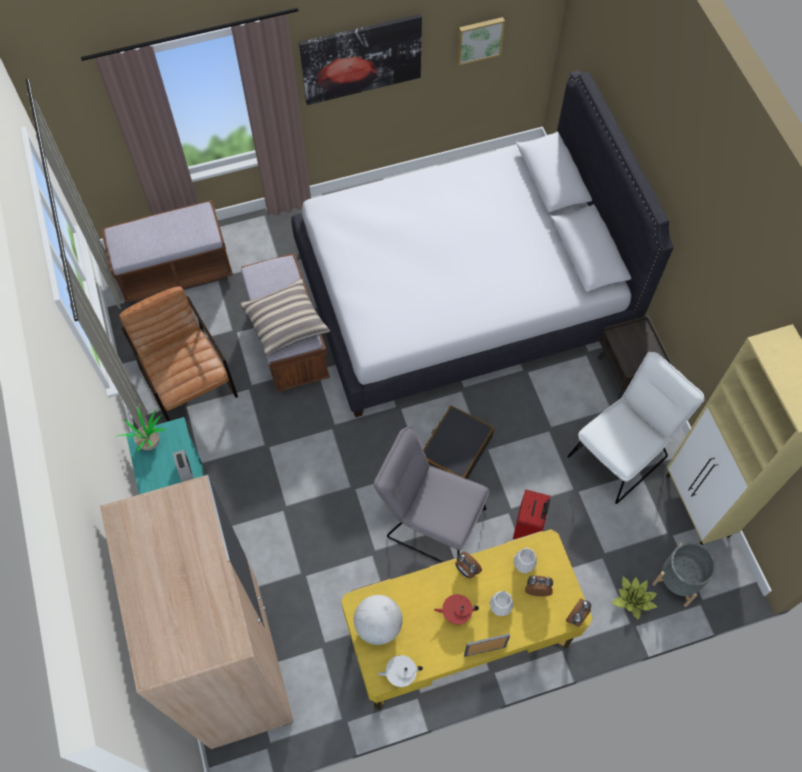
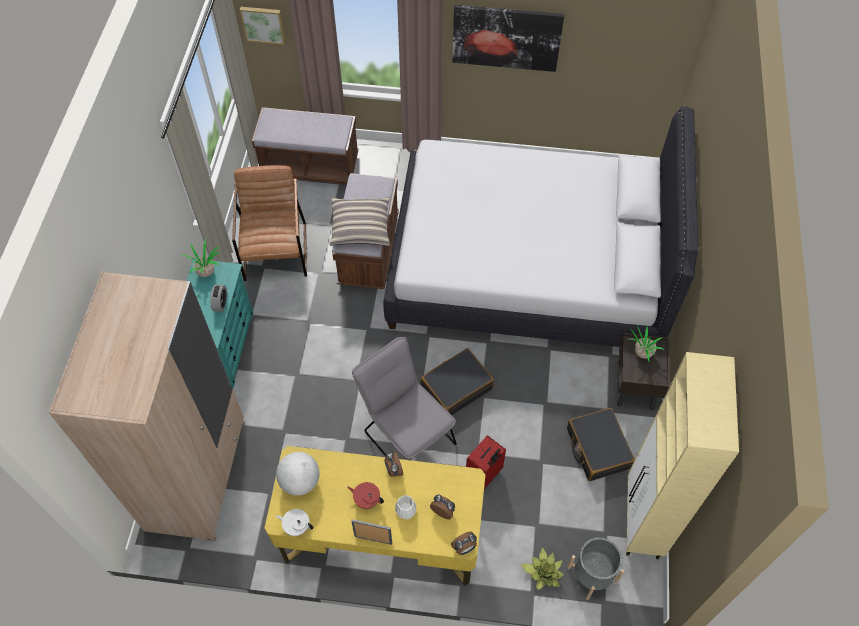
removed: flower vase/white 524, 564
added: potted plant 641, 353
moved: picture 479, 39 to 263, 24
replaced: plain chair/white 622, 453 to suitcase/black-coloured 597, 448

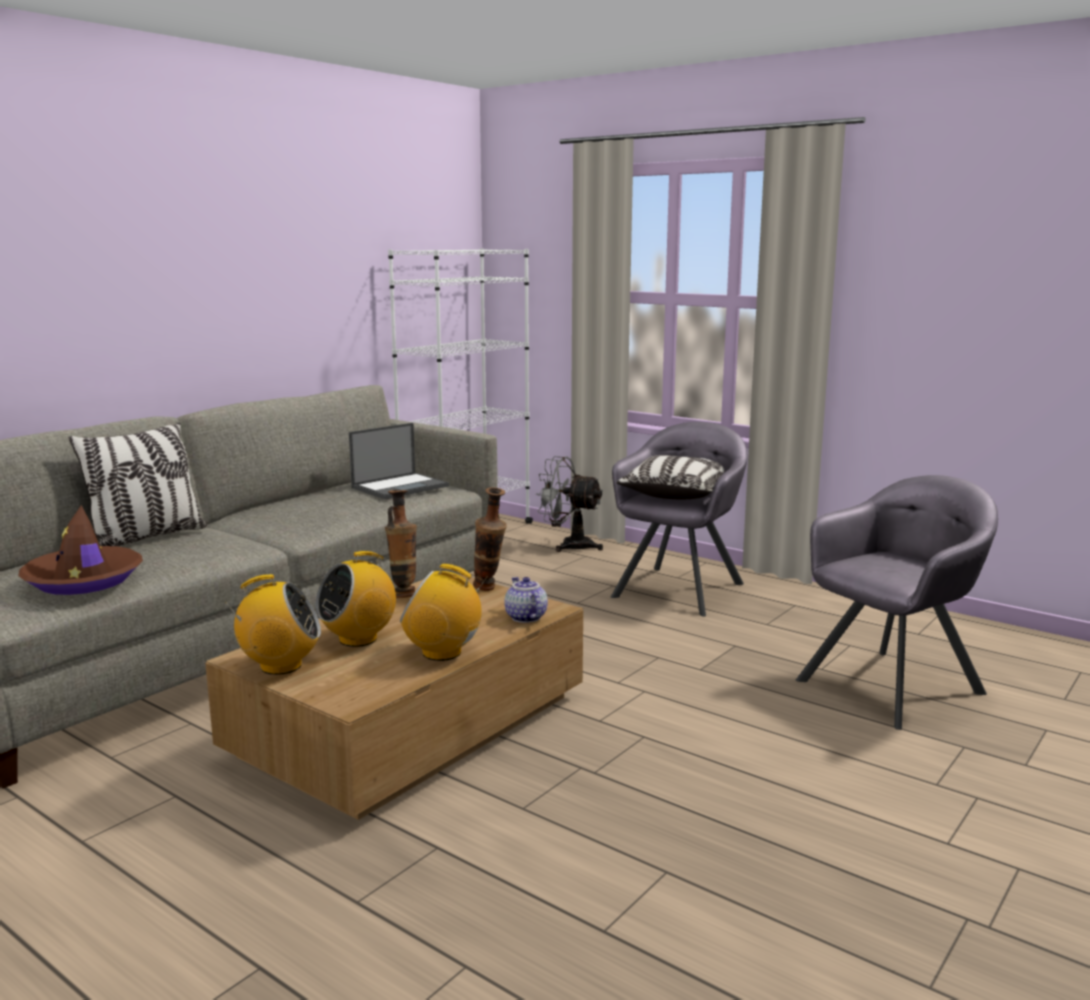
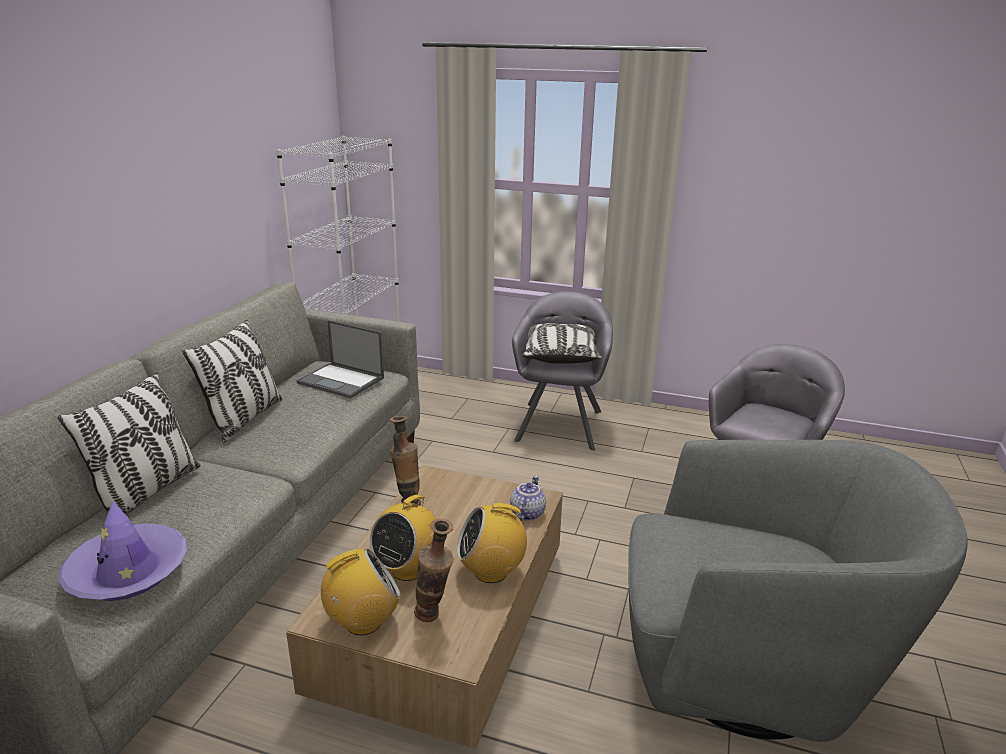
removed: fan/greyish 569, 545
added: throw pillow 244, 419; lounge chair/greyish 749, 669
moved: flower vase 489, 589 to 434, 617
recoloured: wearable hat/brown-coloured 84, 580 to wearable hat/purplish 128, 572
turned: notebook computer 400, 486 = 342, 381 90 degrees clockwise; tea pot 524, 617 = 526, 513 60 degrees clockwise

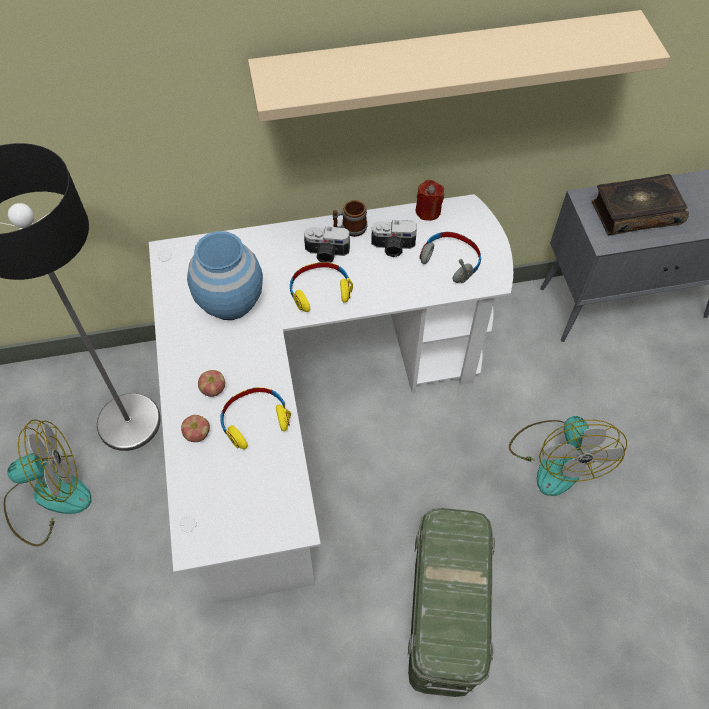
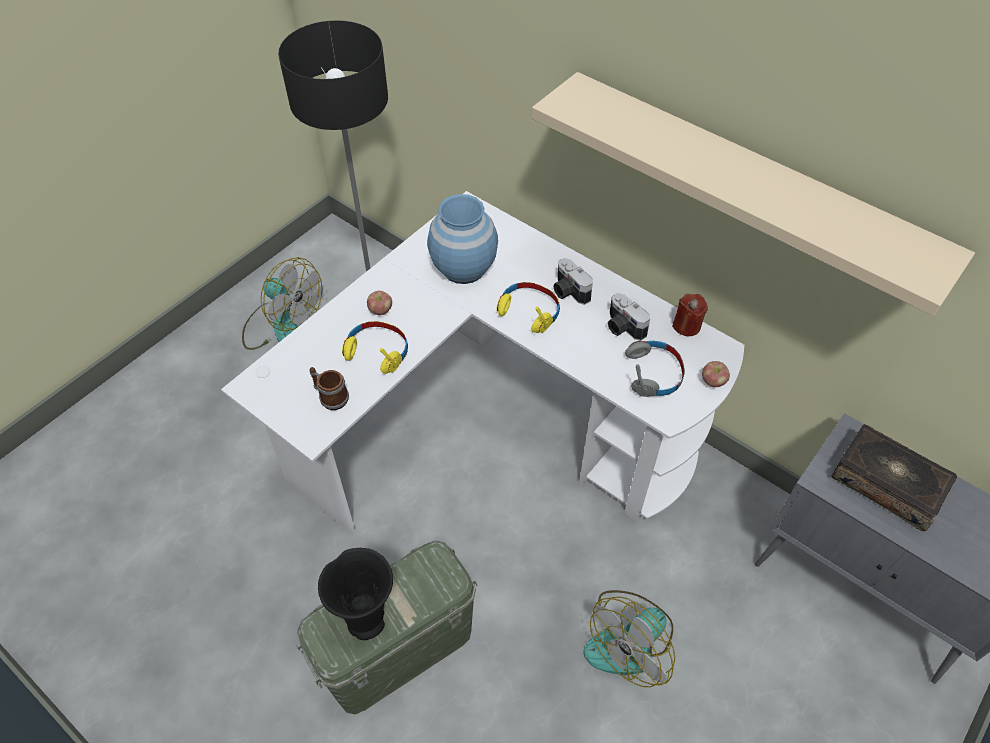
added: flower vase/black-coloured 367, 619
moved: tea mug 349, 229 to 330, 397; apple 197, 434 to 713, 381

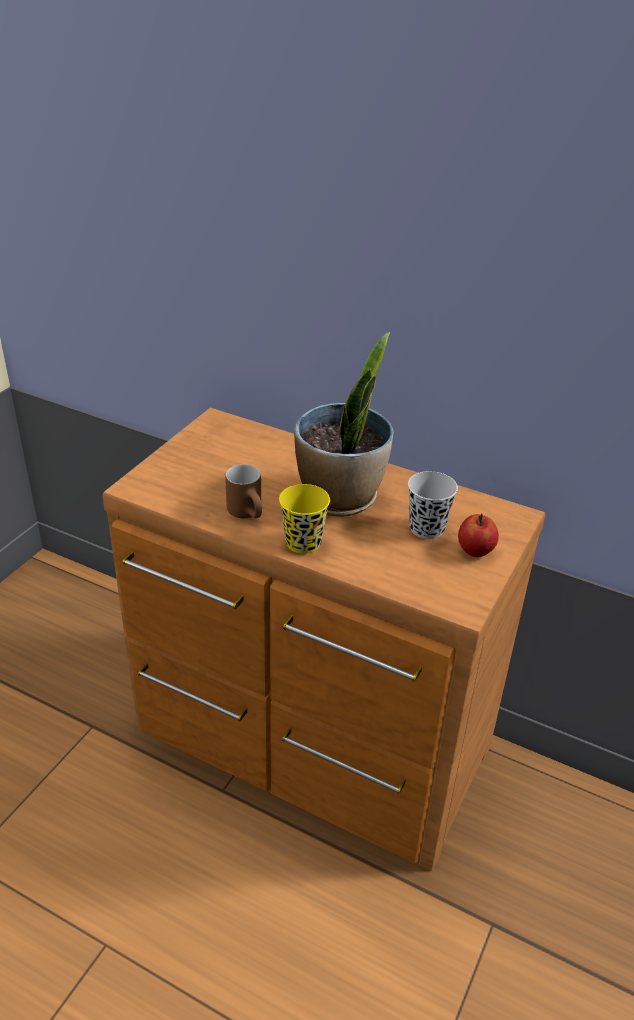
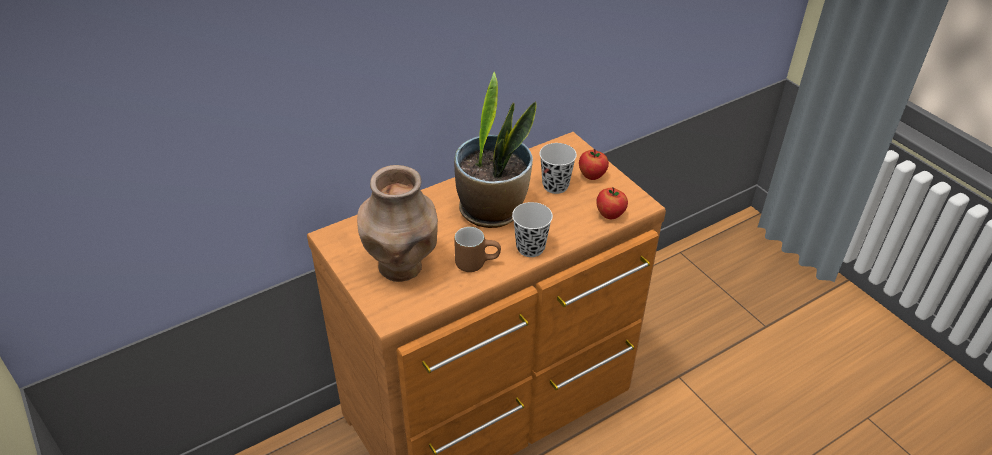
added: flower vase/brown-coloured 401, 267; apple 610, 215
recoloured: cup/yellow 303, 543 to cup/black-coloured 530, 248

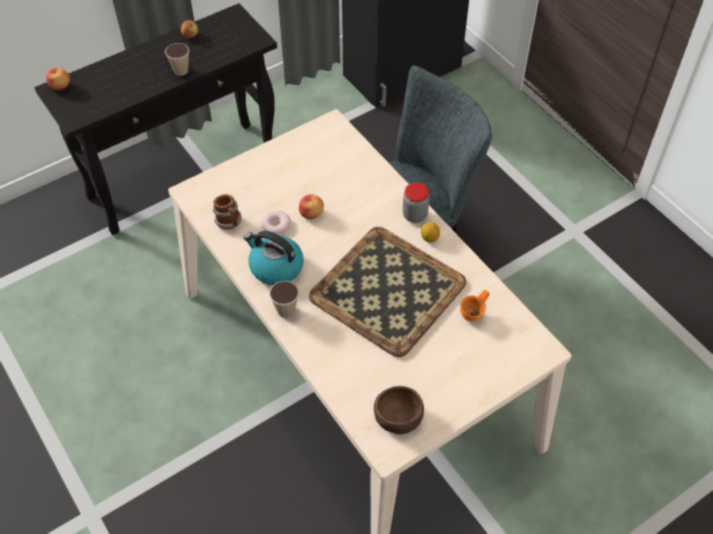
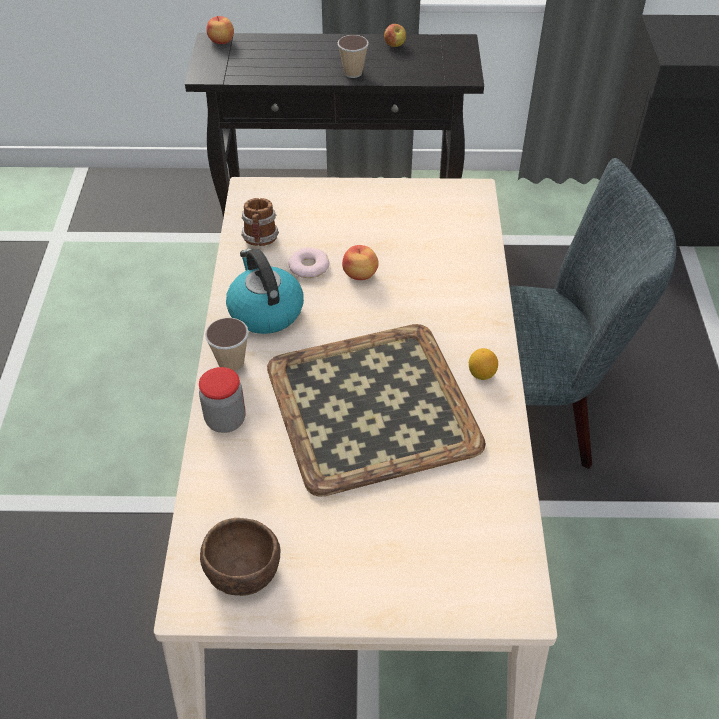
removed: tea mug/orangey 473, 315
moved: preserve jar 414, 215 to 225, 420

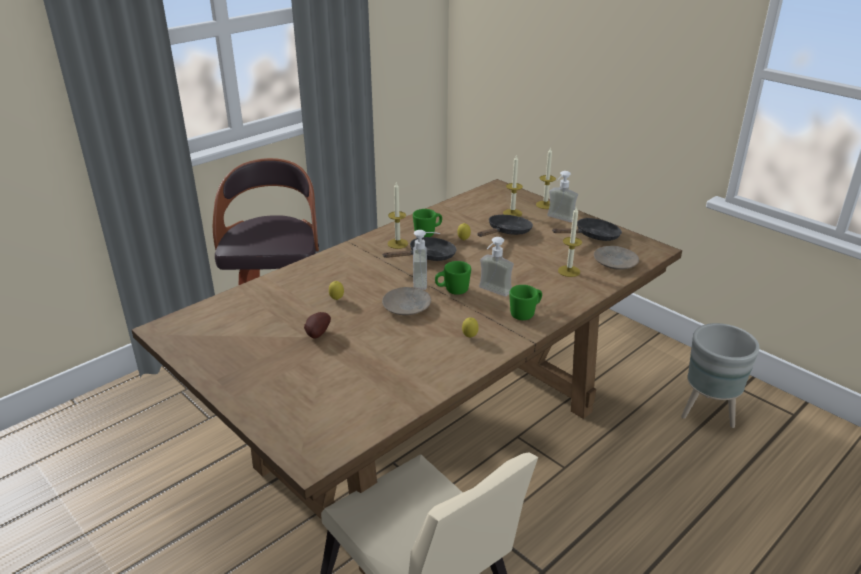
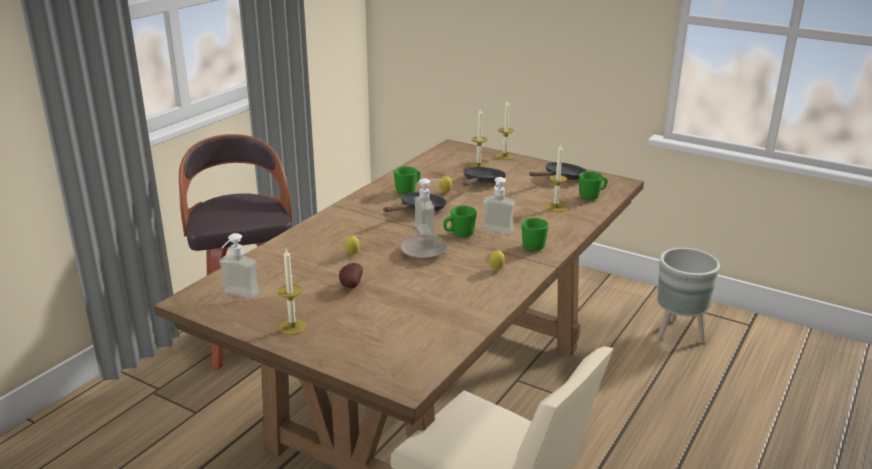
moved: liquid soap bottle 558, 219 to 237, 296; wax candle 397, 243 to 292, 327
replaced: flat dish/beige 615, 262 to tea mug/greenish 592, 196

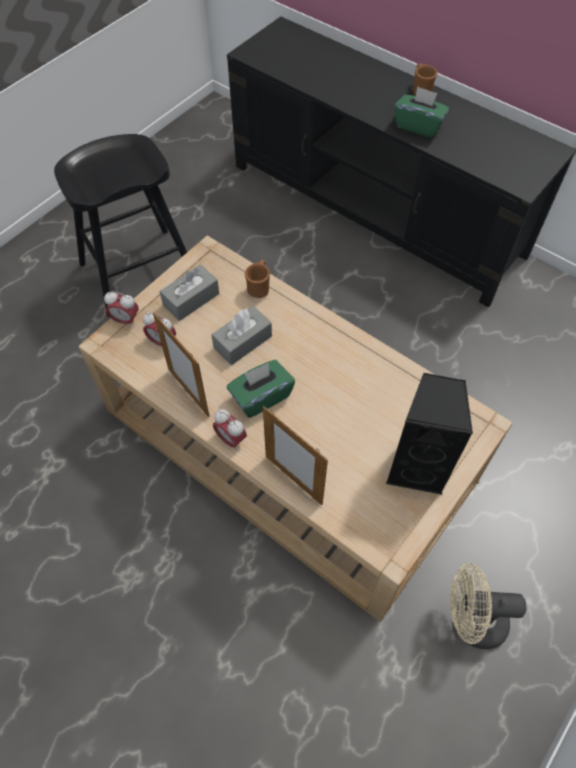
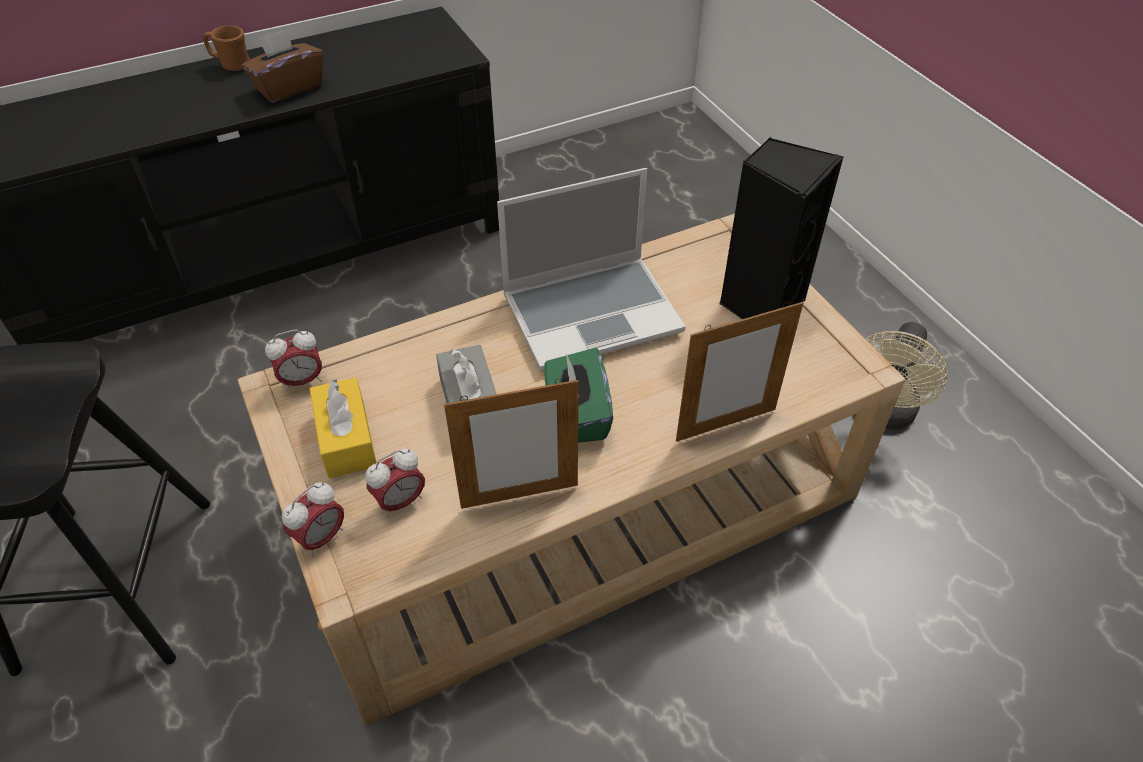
removed: tea mug/brown-coloured 259, 287
added: notebook computer 593, 312
moved: table clock 231, 439 to 302, 381
recoloured: tissue box/greenish 418, 126 to tissue box/brown-coloured 289, 87; tissue box/greyish 191, 299 to tissue box/yellow 346, 439

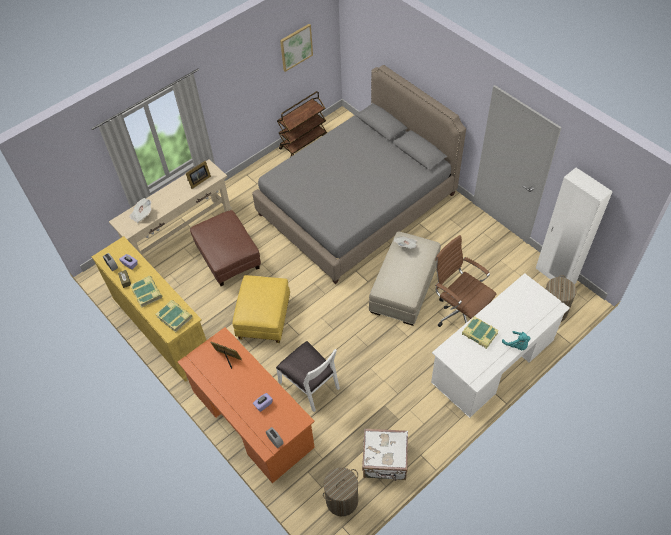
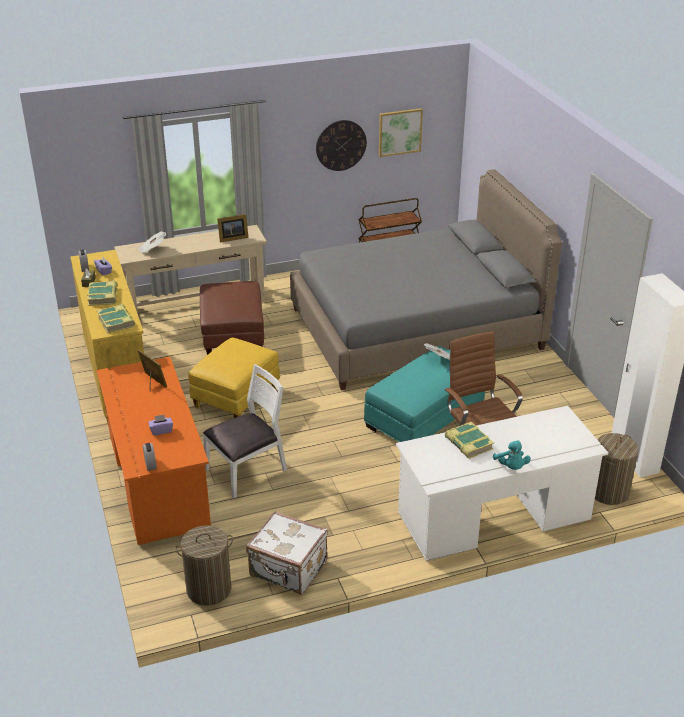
added: clock on the wall 341, 145
recoloured: ottoman/beige 404, 287 to ottoman/turquoise-coloured 424, 415
turned: plain chair/white 310, 385 = 247, 470 105 degrees counterclockwise

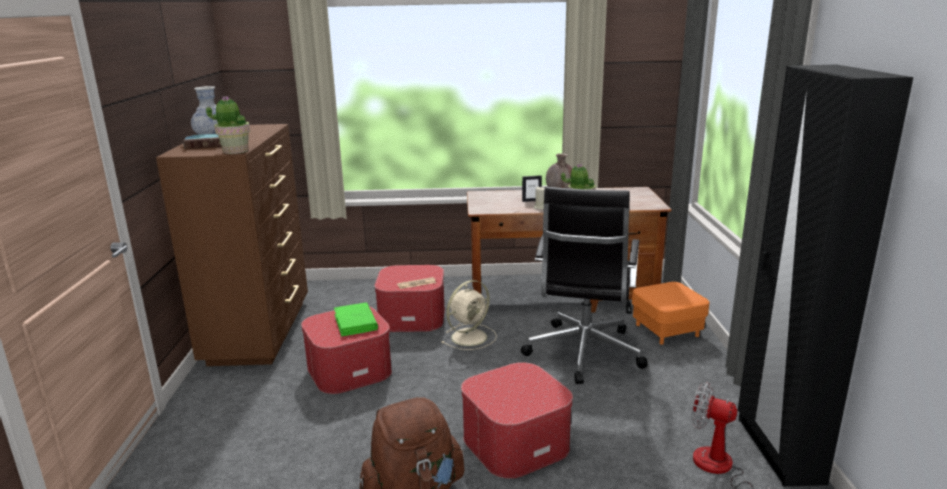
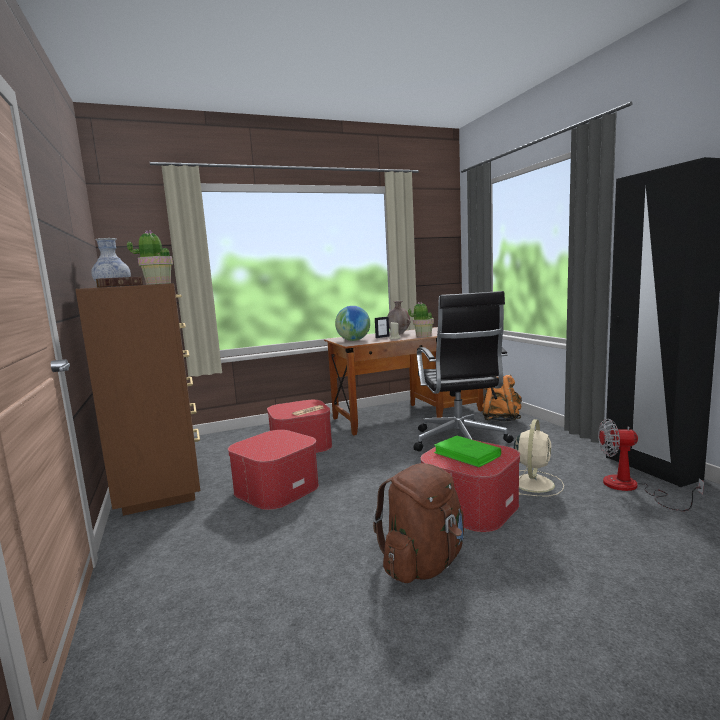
added: globe 354, 340
moved: bound book/greenish 355, 322 to 467, 454; fan/beige 470, 336 to 533, 483
replaced: ottoman/orangey 667, 330 to backpack/orangey 501, 419

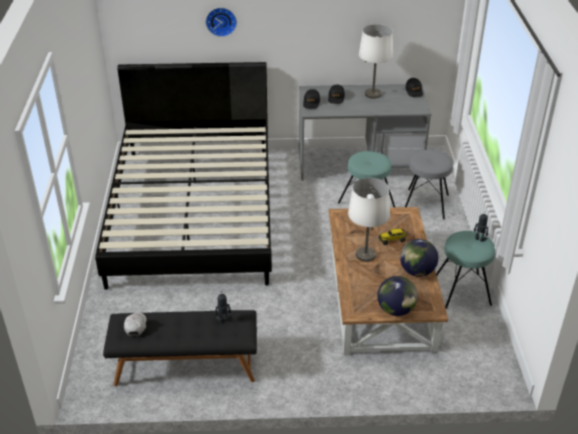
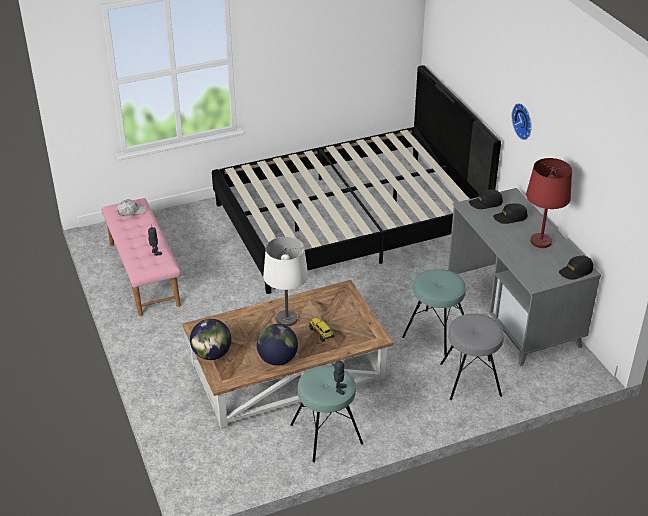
moved: clock on the wall 221, 21 to 524, 121
recoloured: indoor bench/black-coloured 185, 366 to indoor bench/pinkish 143, 274; lamp for a table/white 373, 94 to lamp for a table/reddish 541, 241

